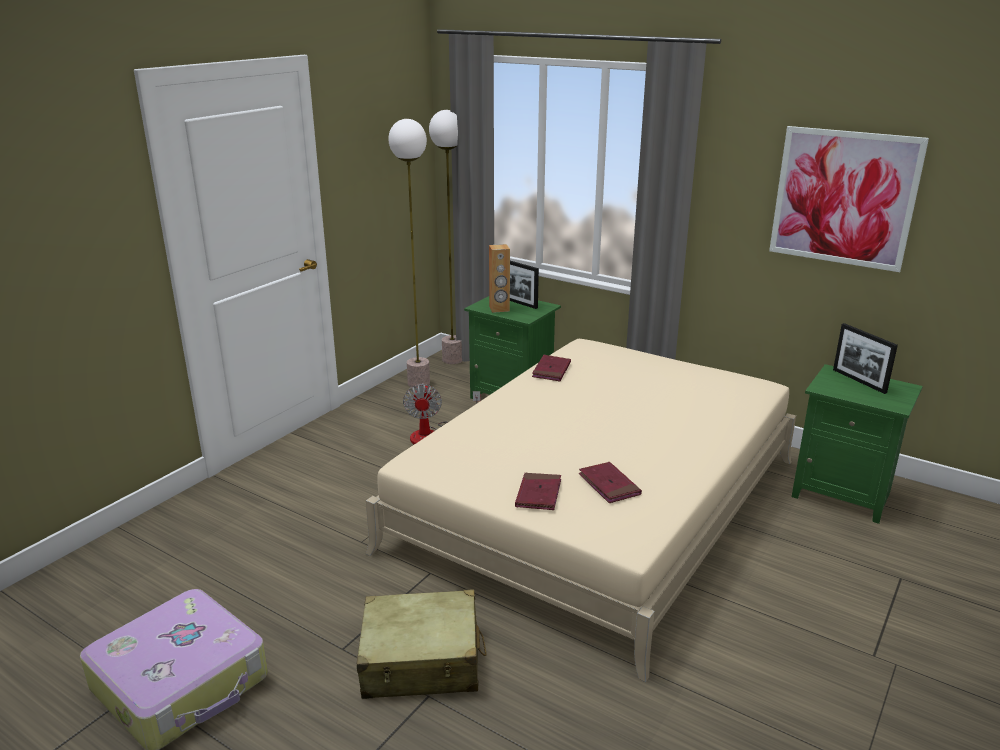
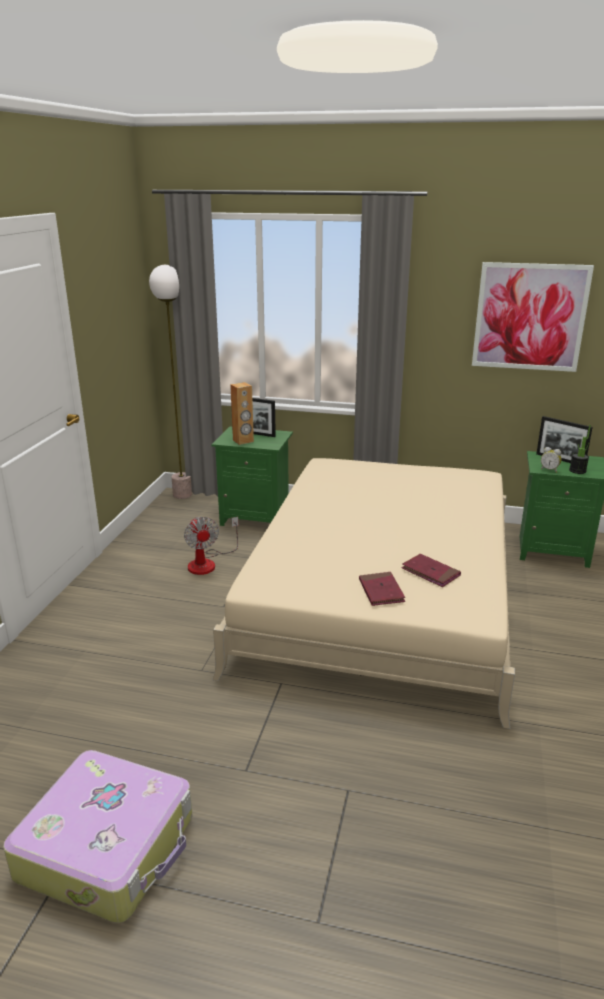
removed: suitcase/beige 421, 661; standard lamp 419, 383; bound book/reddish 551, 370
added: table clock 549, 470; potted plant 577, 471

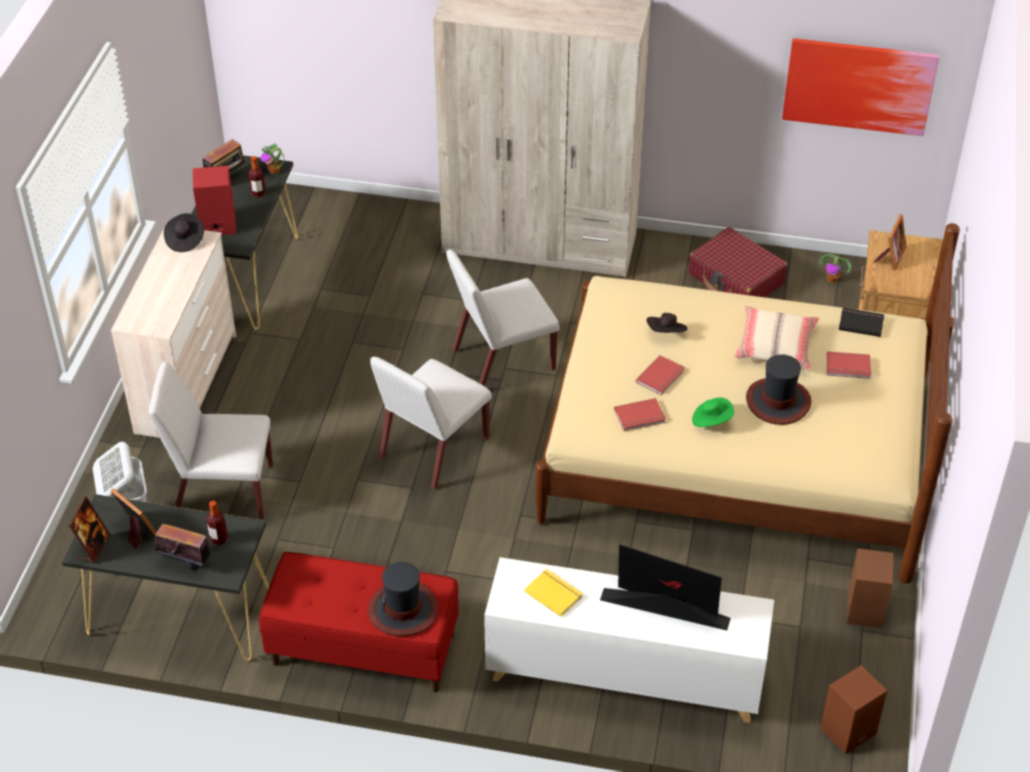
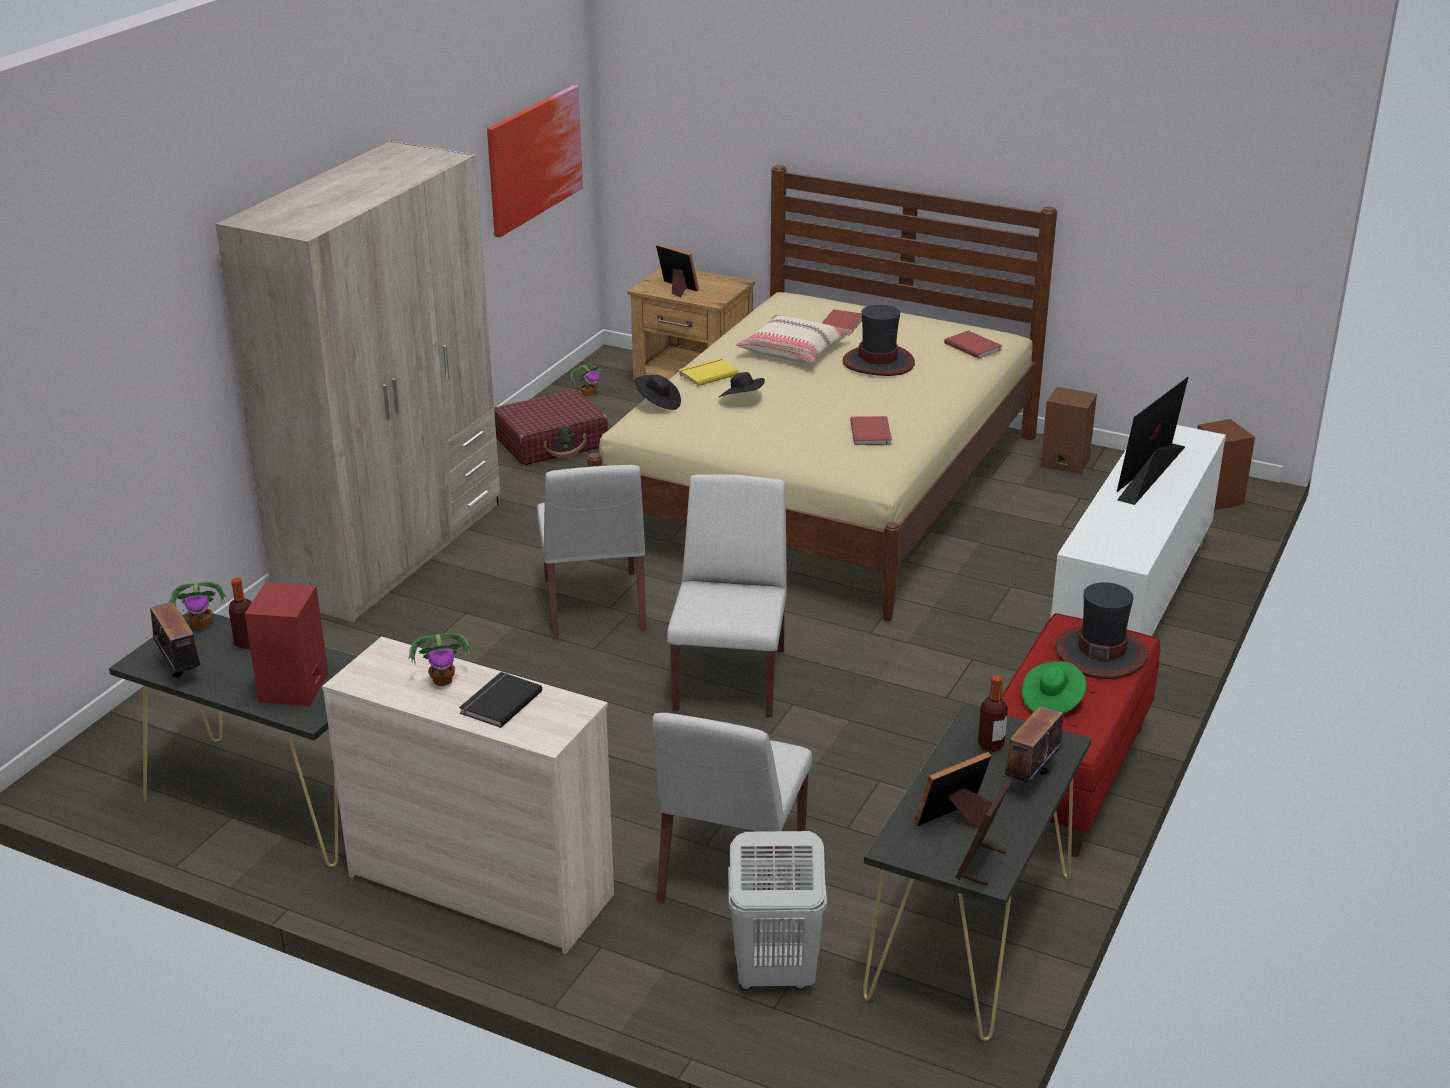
added: potted plant 443, 680
moved: bound book/black-coloured 861, 322 to 499, 702; wearable hat/black-coloured 185, 240 to 658, 403; bound book/yellow 554, 593 to 707, 374; bound book/reddish 661, 377 to 974, 346; wearable hat/greenish 711, 420 to 1052, 700
turned: plain chair/white 433, 449 = 730, 679 135 degrees counterclockwise; standing frame 93, 547 = 981, 864 90 degrees counterclockwise

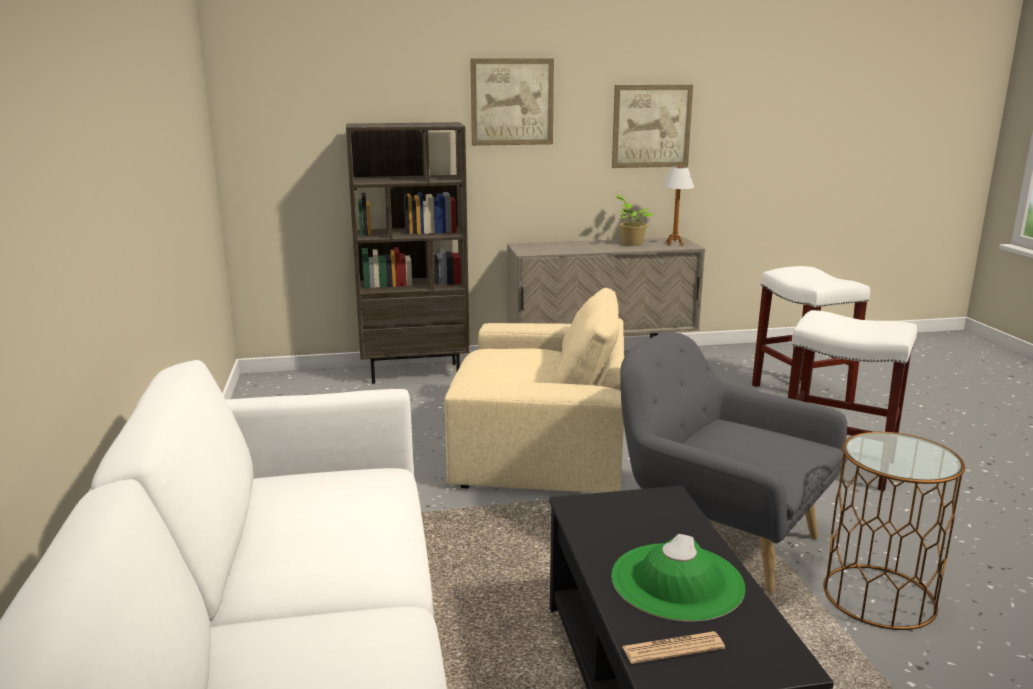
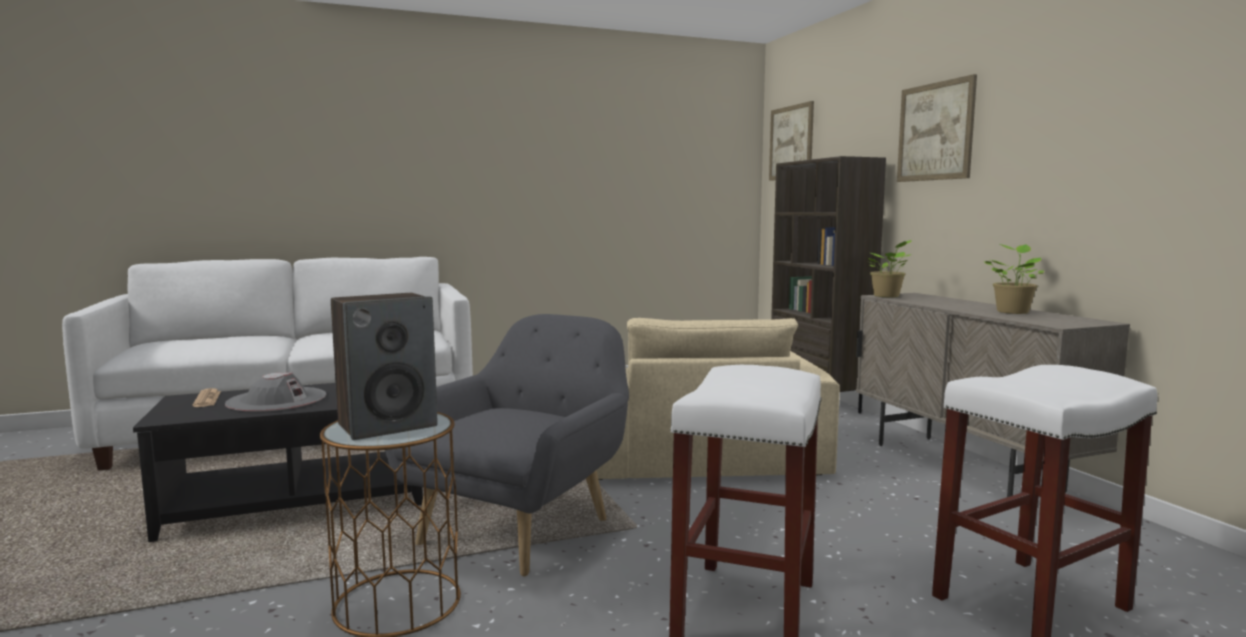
removed: lamp for a table 674, 243
added: speaker 388, 425; potted plant 887, 296
moved: picture 651, 126 to 791, 142
recoloured: wearable hat/greenish 677, 582 to wearable hat/greyish 277, 400

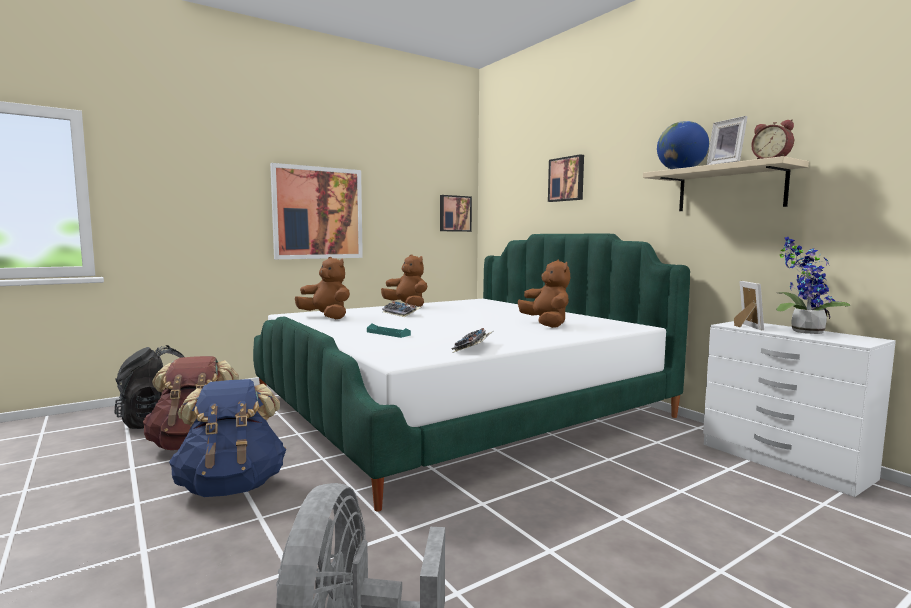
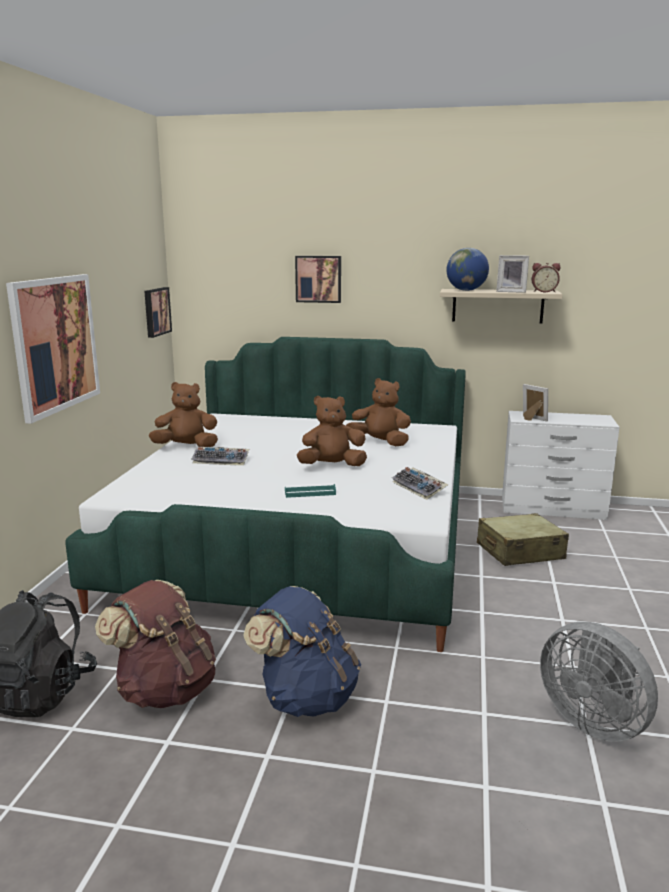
removed: potted plant 803, 331
added: suitcase/beige 519, 552
moved: soft toy/brown-coloured 326, 317 to 332, 466

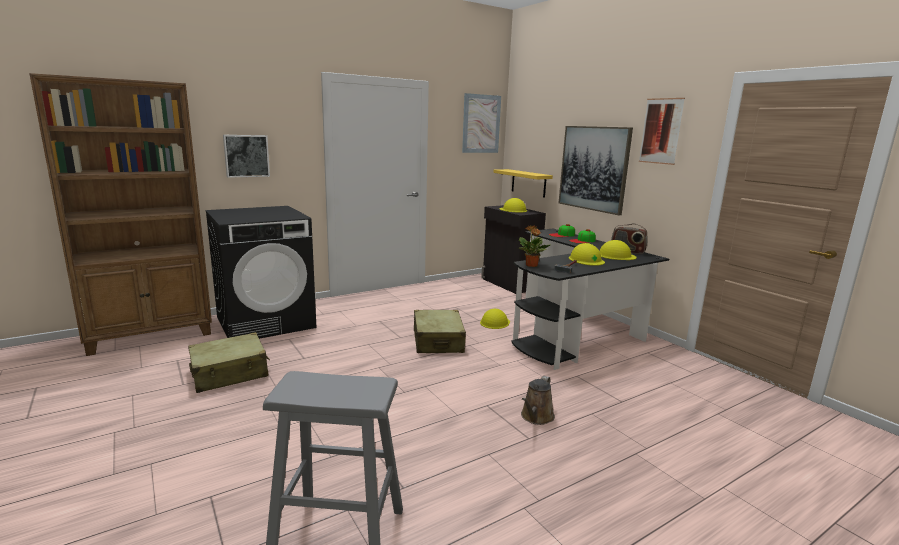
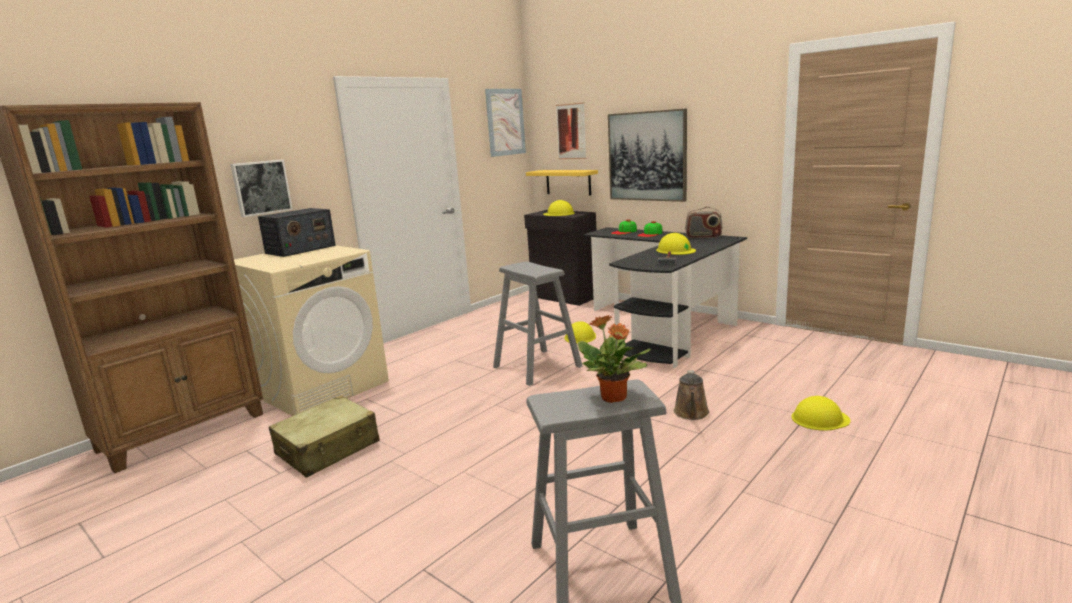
added: radio set 300, 249
moved: picture 661, 131 to 571, 131; potted plant 531, 265 to 614, 398; hard hat/yellow 616, 256 to 819, 419
replaced: suitcase/beige 438, 341 to stool/greyish 537, 366
recoloured: washing machine/black-coloured 266, 322 to washing machine/beige 321, 387

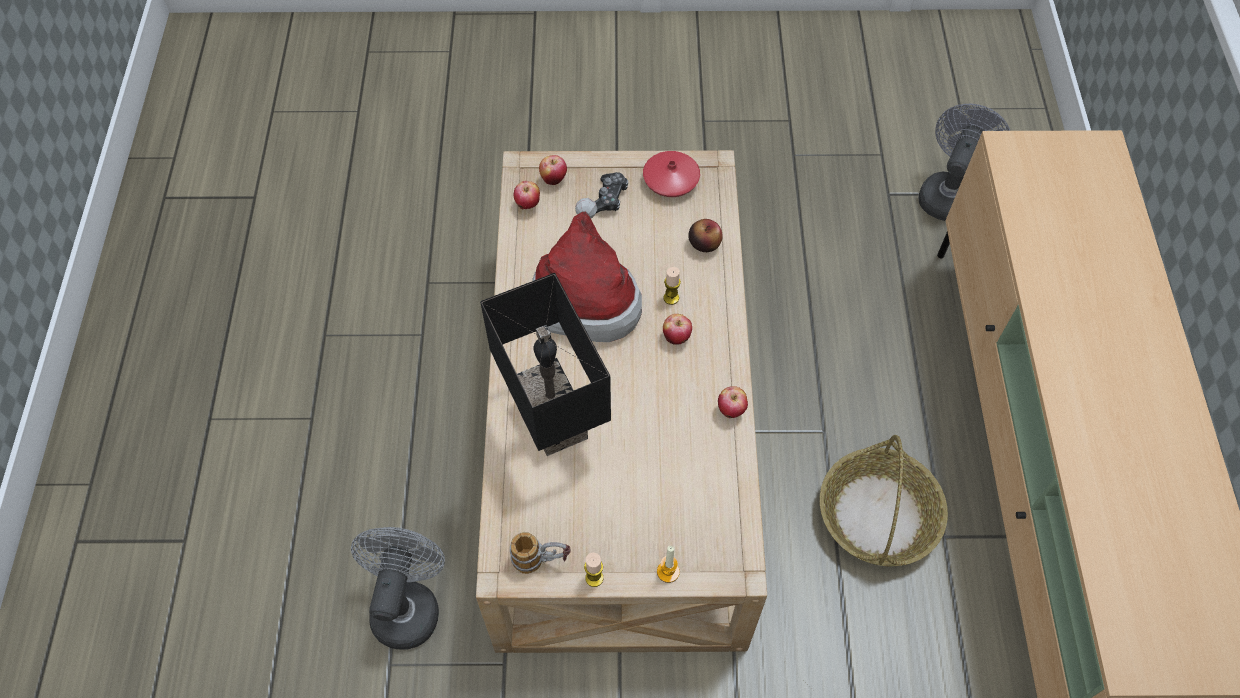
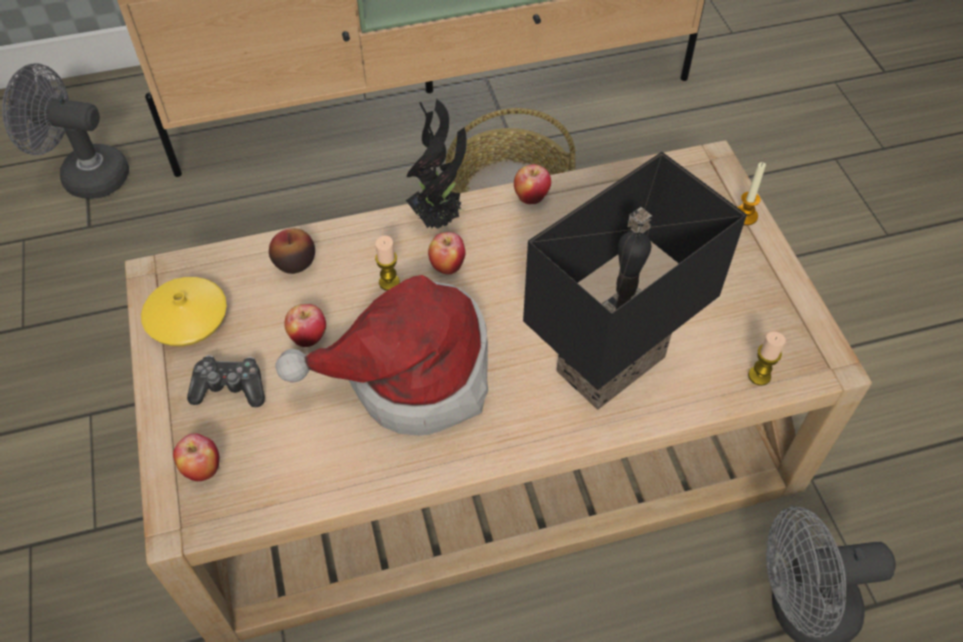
removed: tea mug 541, 560
added: potted plant 439, 219
moved: apple 528, 205 to 308, 337; wax candle 594, 578 to 759, 376
recoloured: flower vase/reddish 671, 179 to flower vase/yellow 187, 319

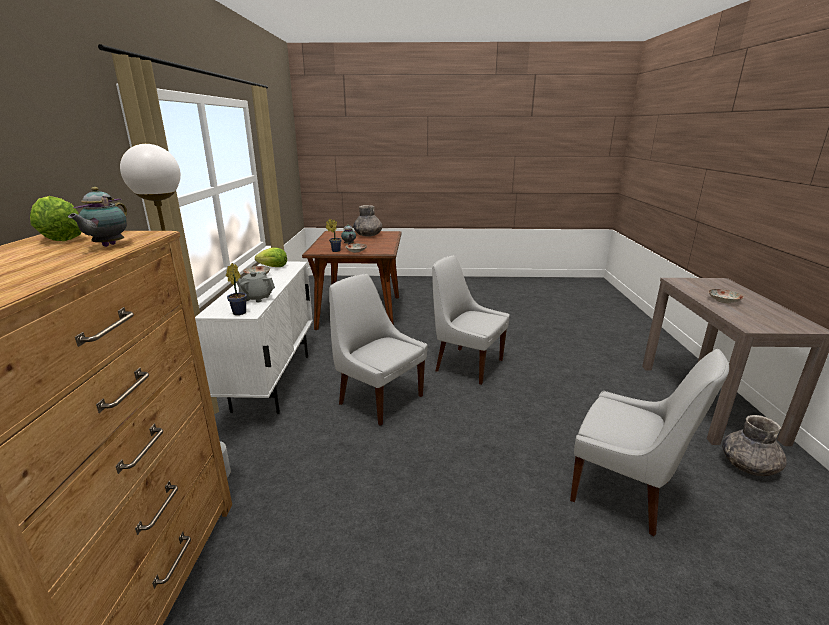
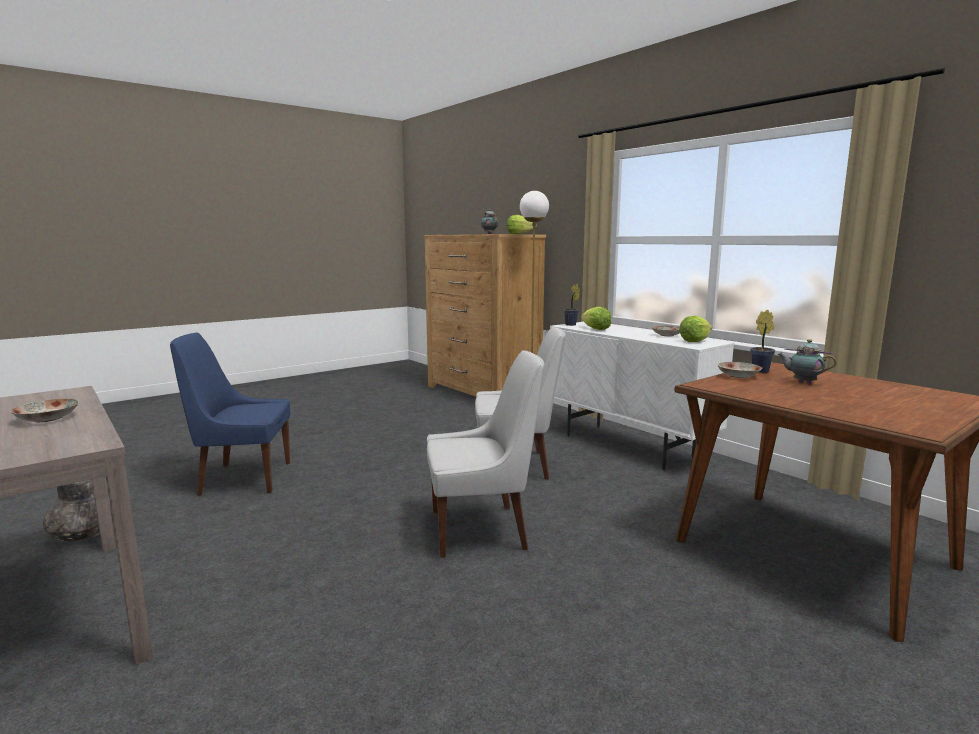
removed: flower vase/greyish 368, 235
replaced: tea pot/greyish 256, 298 to lettuce head 595, 329
recoloured: plain chair/white 625, 492 to plain chair/blue-coloured 242, 478

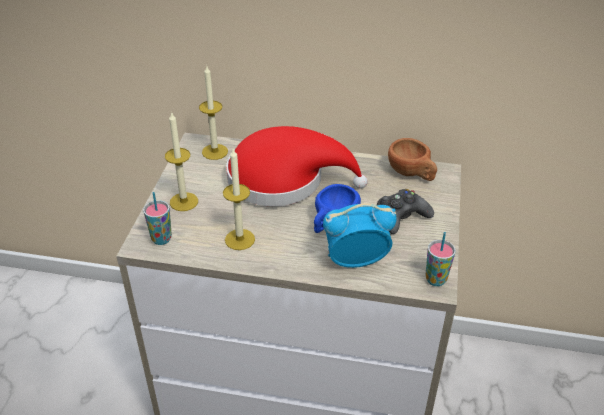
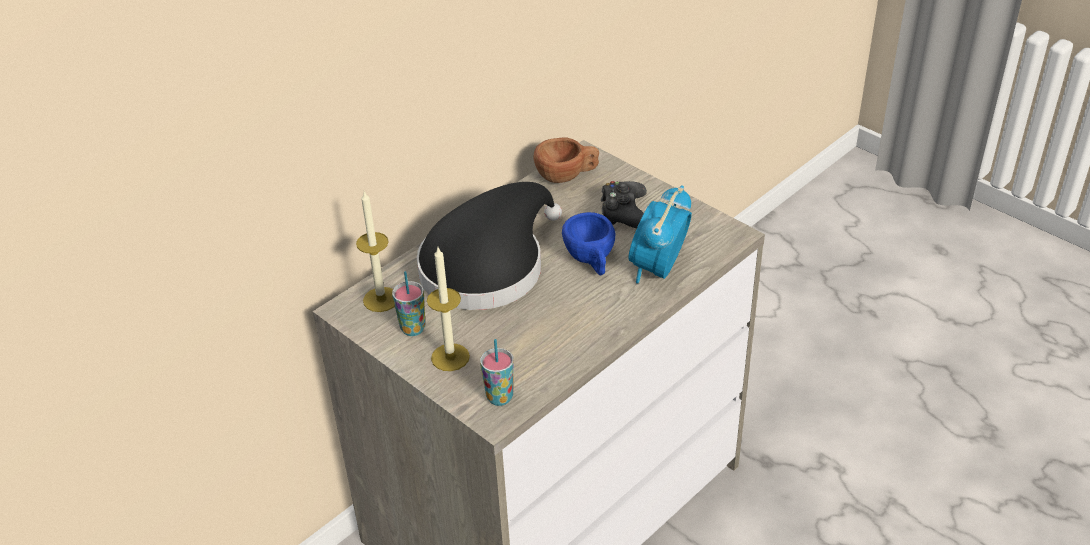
removed: wax candle 240, 239
moved: cup 435, 279 to 413, 329
recoloured: wearable hat/reddish 284, 179 to wearable hat/black-coloured 488, 266

